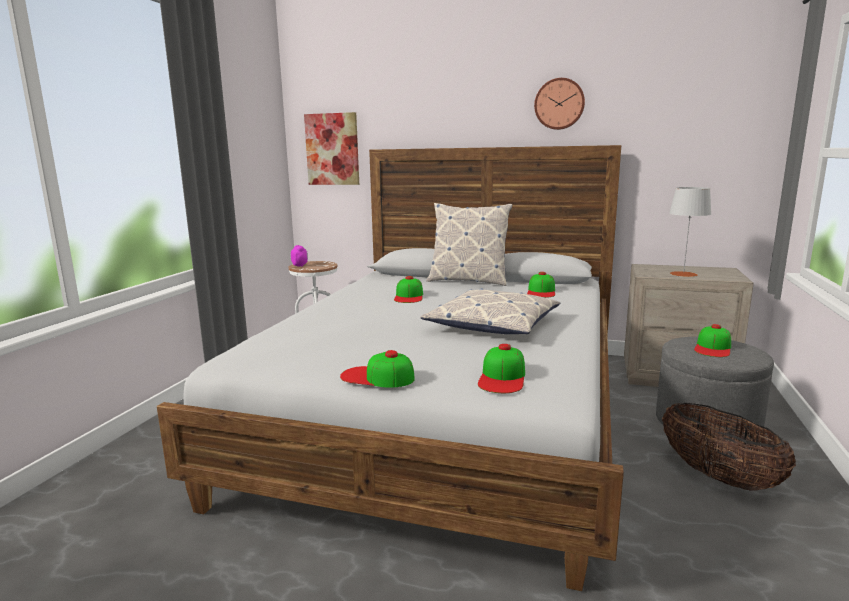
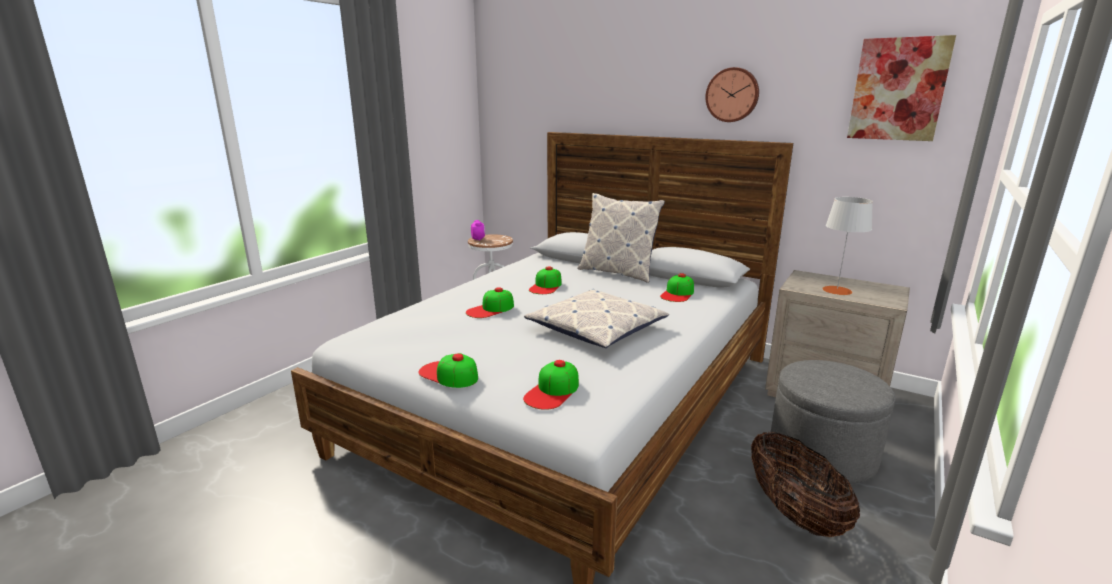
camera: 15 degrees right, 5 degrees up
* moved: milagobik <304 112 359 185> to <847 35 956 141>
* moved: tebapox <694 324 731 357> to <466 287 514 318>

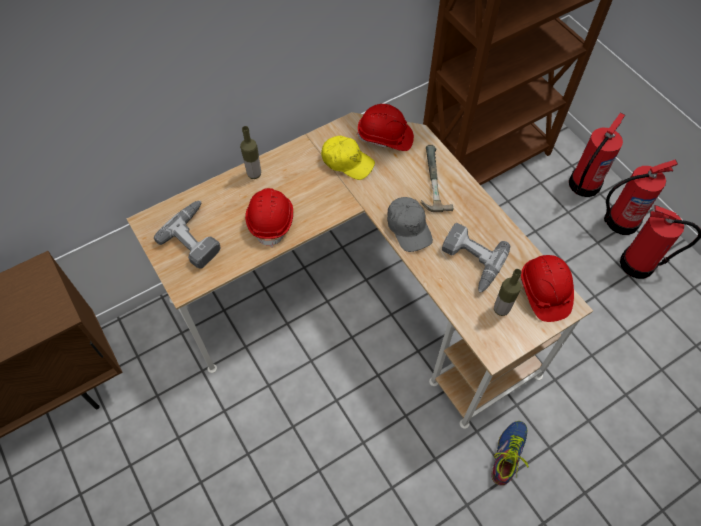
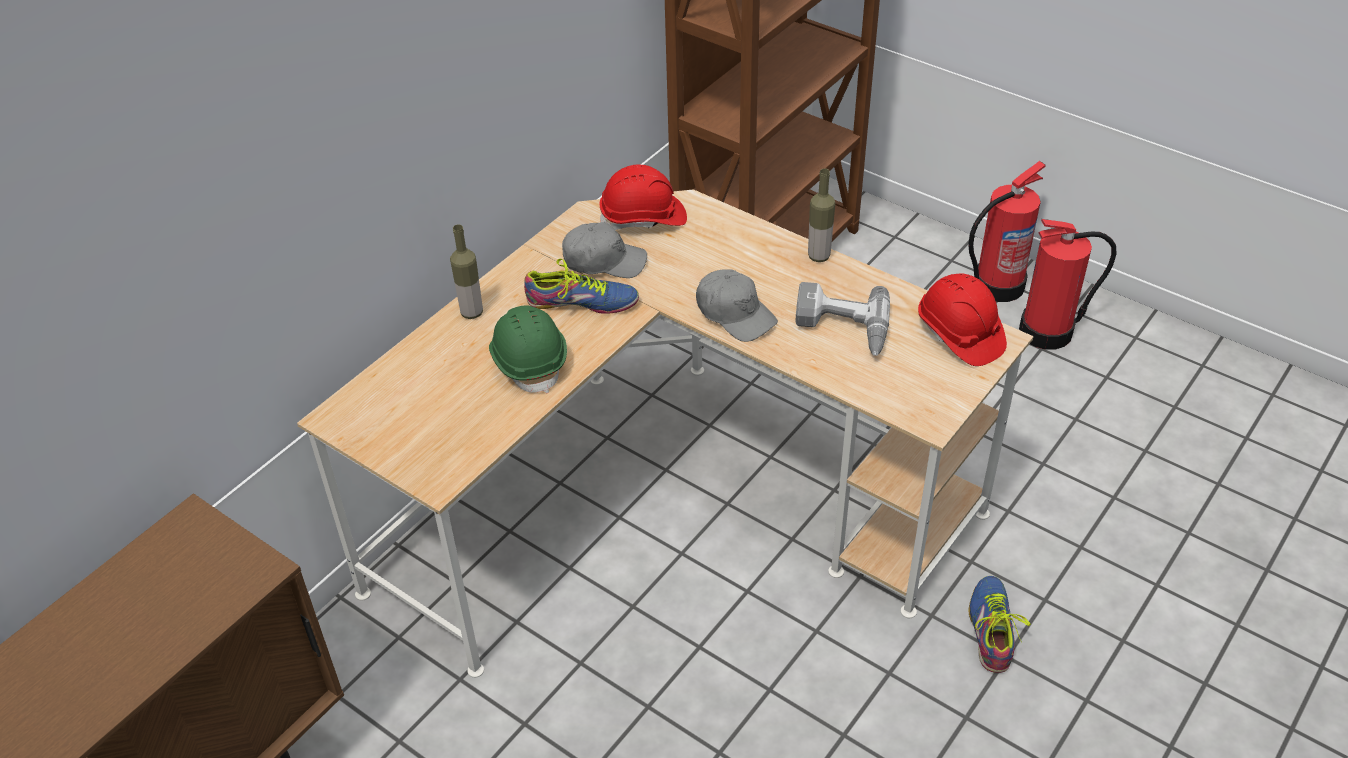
camera: 20 degrees left, 15 degrees down
* removed: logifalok <569 112 625 197>
* recoloured: yellow_tebapox <321 136 375 180> to grey_tebapox <562 222 647 278>
* removed: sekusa <421 145 453 212>
* recoloured: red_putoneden <245 188 293 247> to green_putoneden <489 305 567 394>
* removed: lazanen <154 201 221 269>
* moved: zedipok <494 269 522 316> to <808 169 835 262>
* added: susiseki <524 258 639 314>

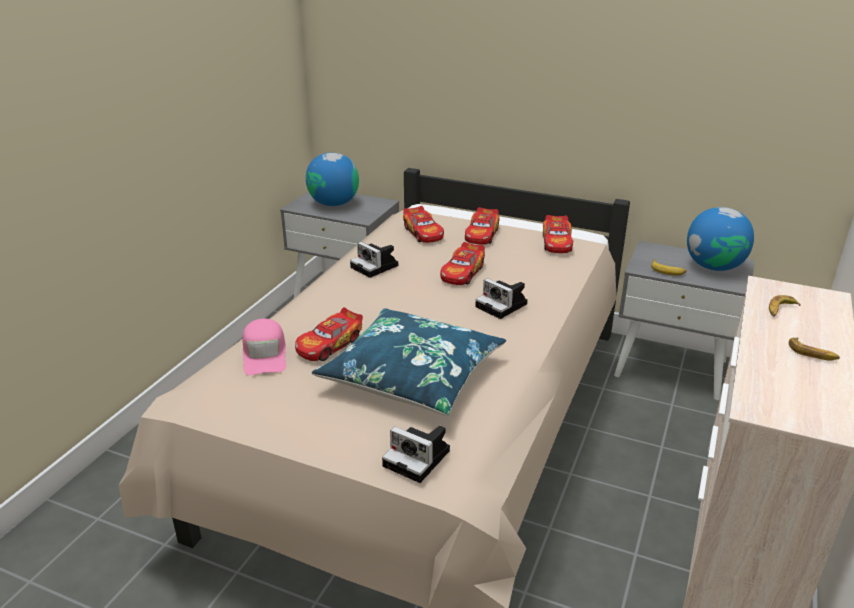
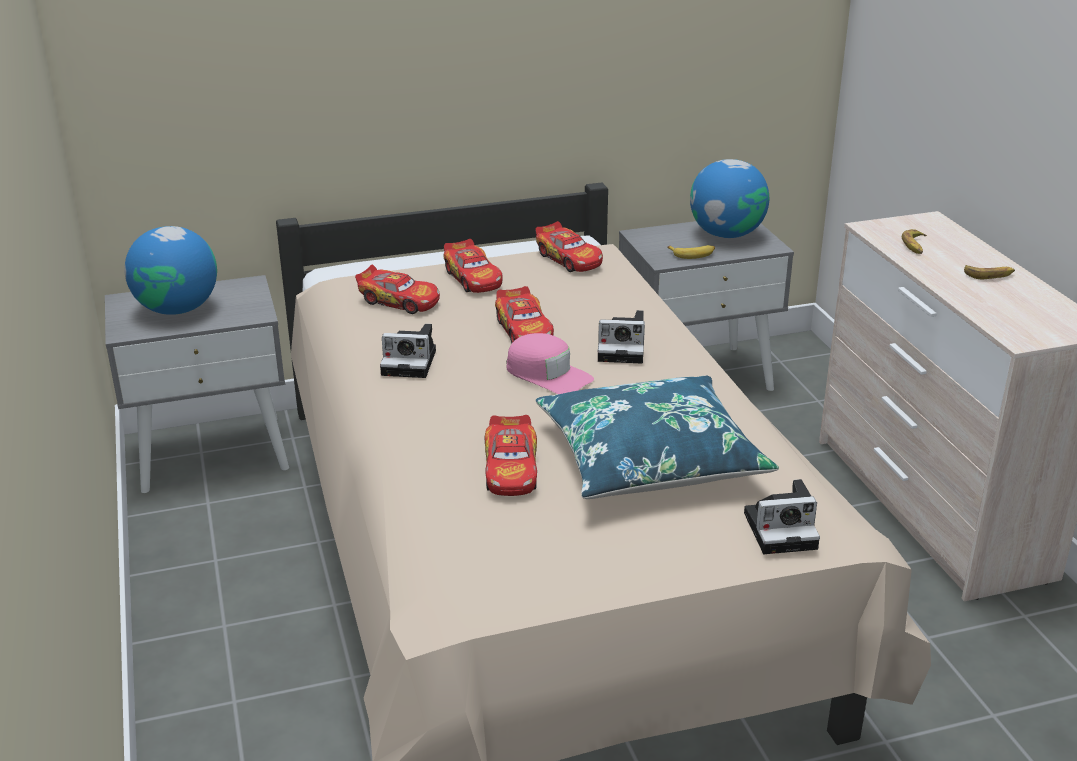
camera: 40 degrees left, 0 degrees up
* moved: pink_tebapox <242 319 286 375> to <506 333 594 394>

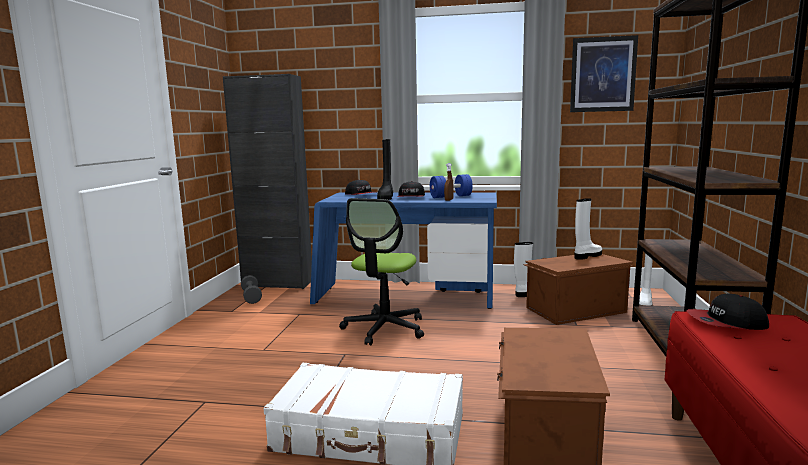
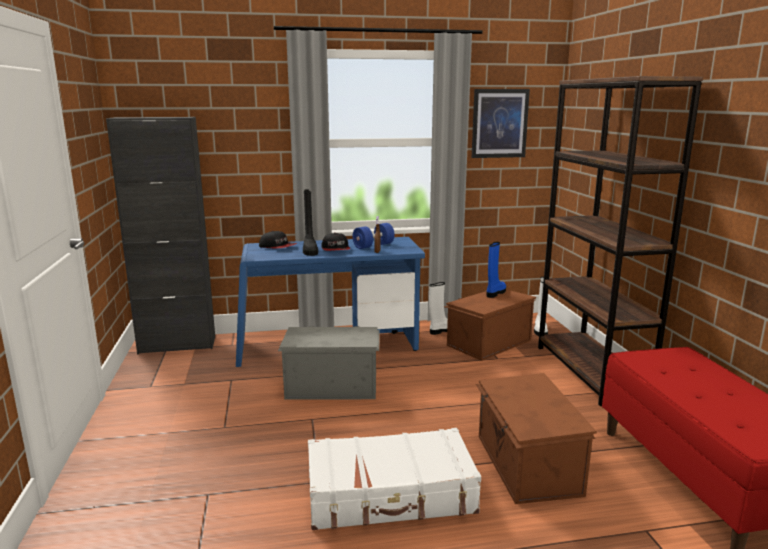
camera: 20 degrees left, 5 degrees up
* replaced: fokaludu <339 198 424 345> to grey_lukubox <278 326 379 400>
* recoloured: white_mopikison <574 198 602 260> to blue_mopikison <486 242 506 298>
* removed: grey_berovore <241 275 262 304>
* removed: tebapox <687 294 769 330>

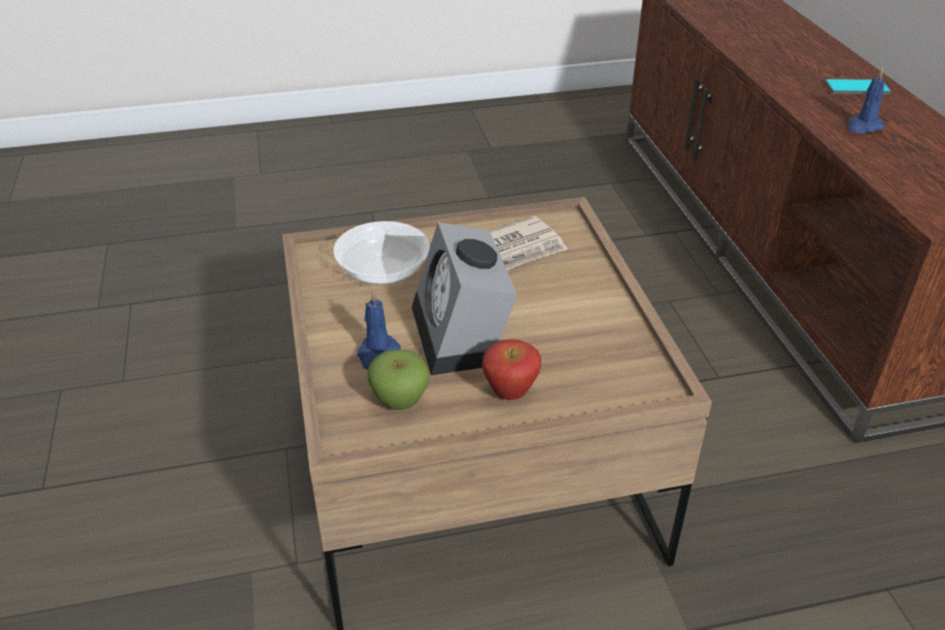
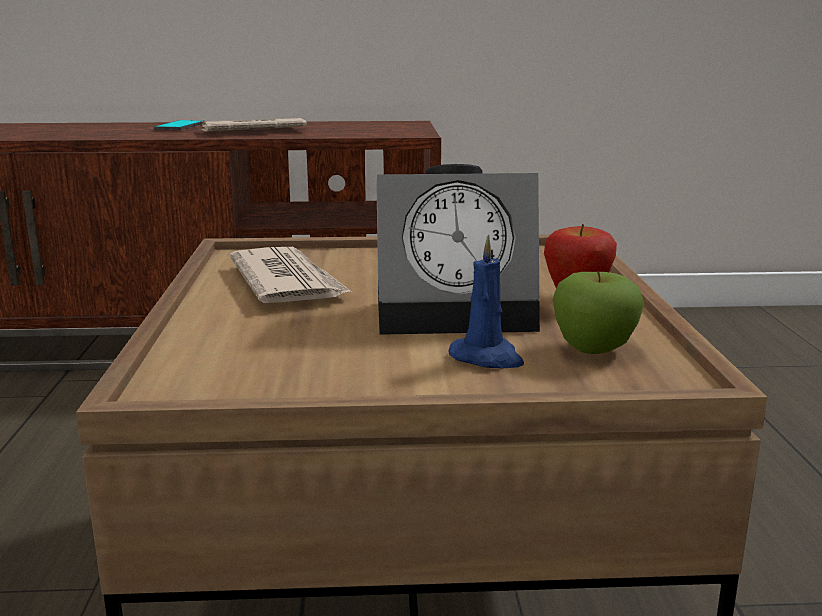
camera: 80 degrees left, 20 degrees down
* replaced: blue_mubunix <848 67 886 133> to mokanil <198 118 307 132>
* removed: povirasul <333 221 430 285>

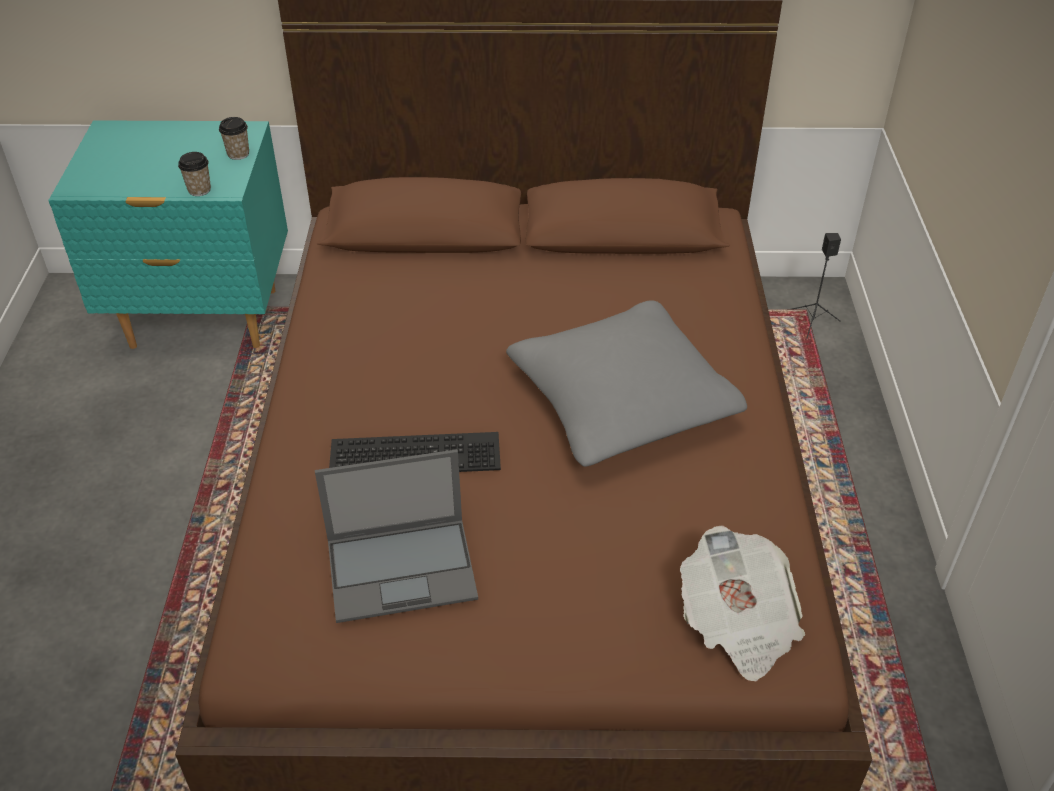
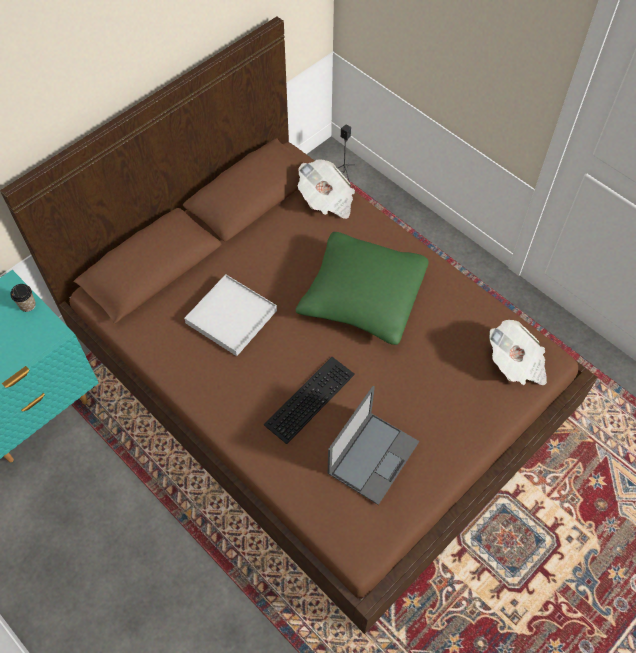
camera: 45 degrees left, 15 degrees up
* removed: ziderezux <178 152 211 196>
* recoloured: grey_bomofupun <506 301 747 467> to green_bomofupun <296 232 429 345>
* added: mokanil <298 159 355 219>
* added: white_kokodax <184 274 277 356>

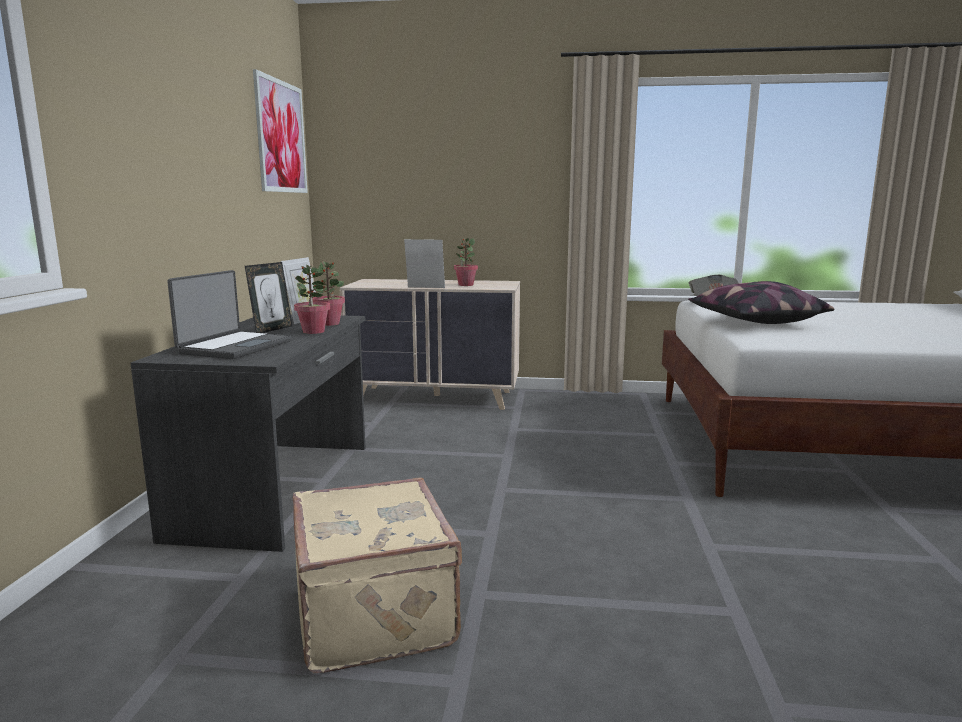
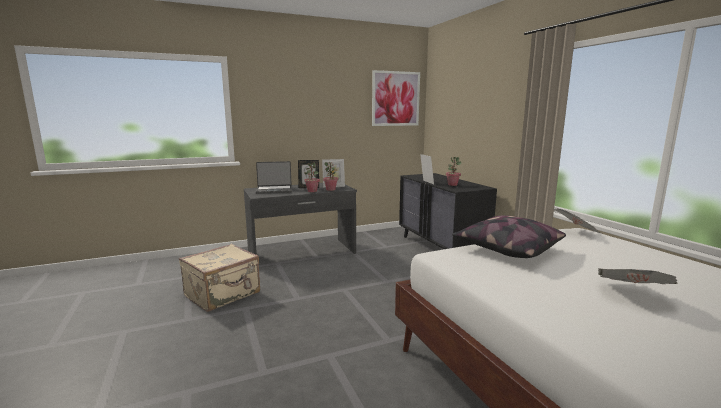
camera: 60 degrees right, 0 degrees up
* recoloured: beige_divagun <339 279 520 410> to black_divagun <399 173 497 249>
* added: mokanil <598 269 677 284>

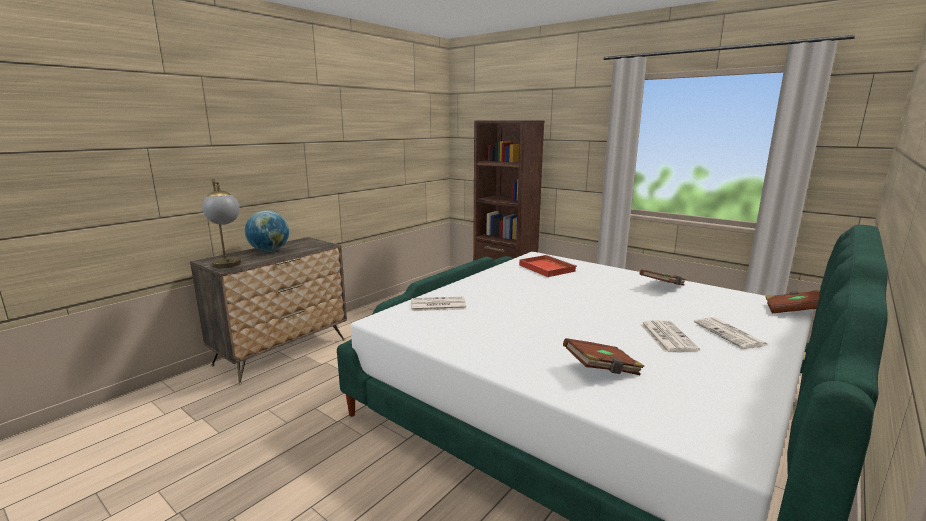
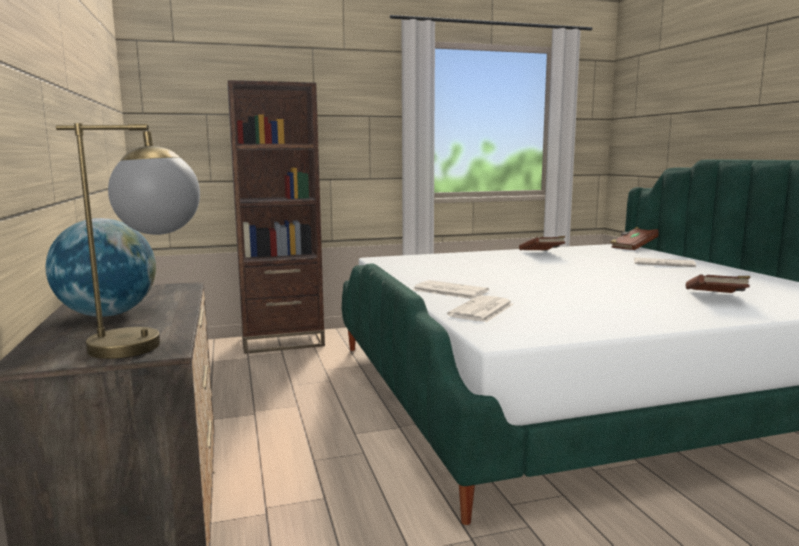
camera: 55 degrees left, 5 degrees down
* removed: red_kokodax <519 255 577 277>
* moved: mokanil <640 320 700 352> to <413 280 489 299>

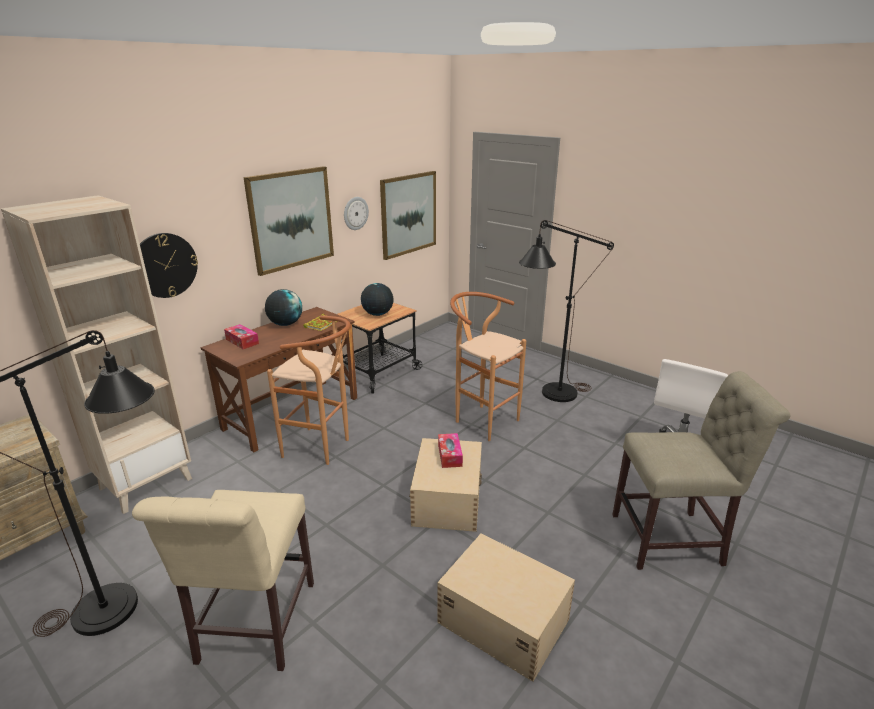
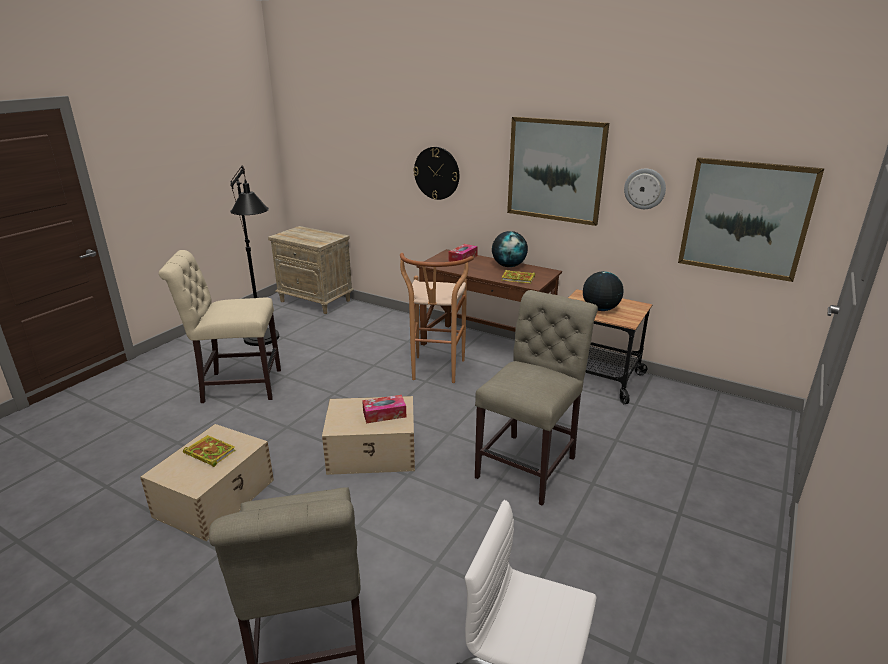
camera: 80 degrees right, 0 degrees up
* removed: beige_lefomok <1 195 192 514>
* removed: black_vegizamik <519 220 614 402>
* replaced: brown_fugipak <450 292 526 441> to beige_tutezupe <475 290 598 506>
* added: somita <183 435 236 467>

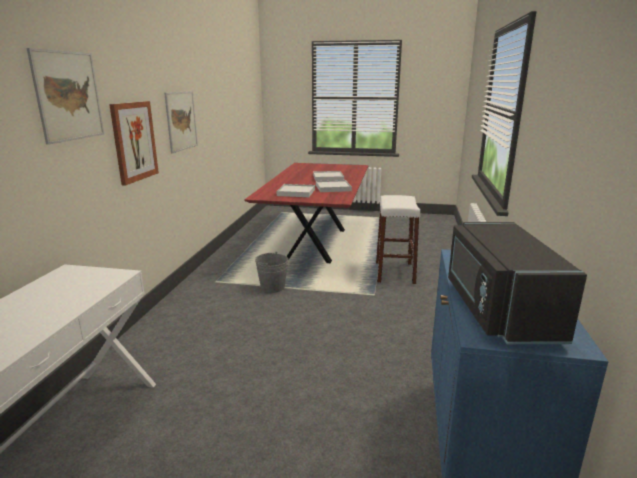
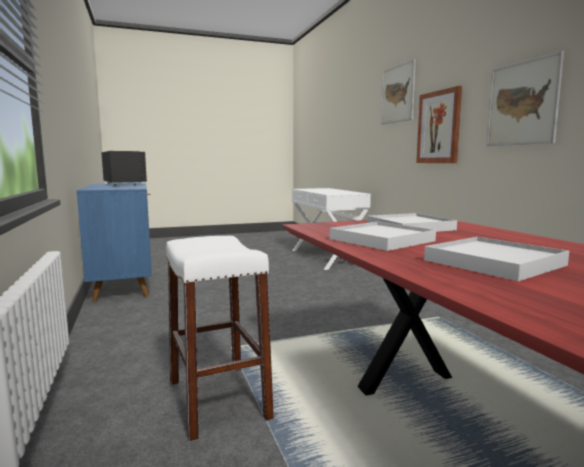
camera: 150 degrees right, 10 degrees down
* removed: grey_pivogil <255 252 288 293>

